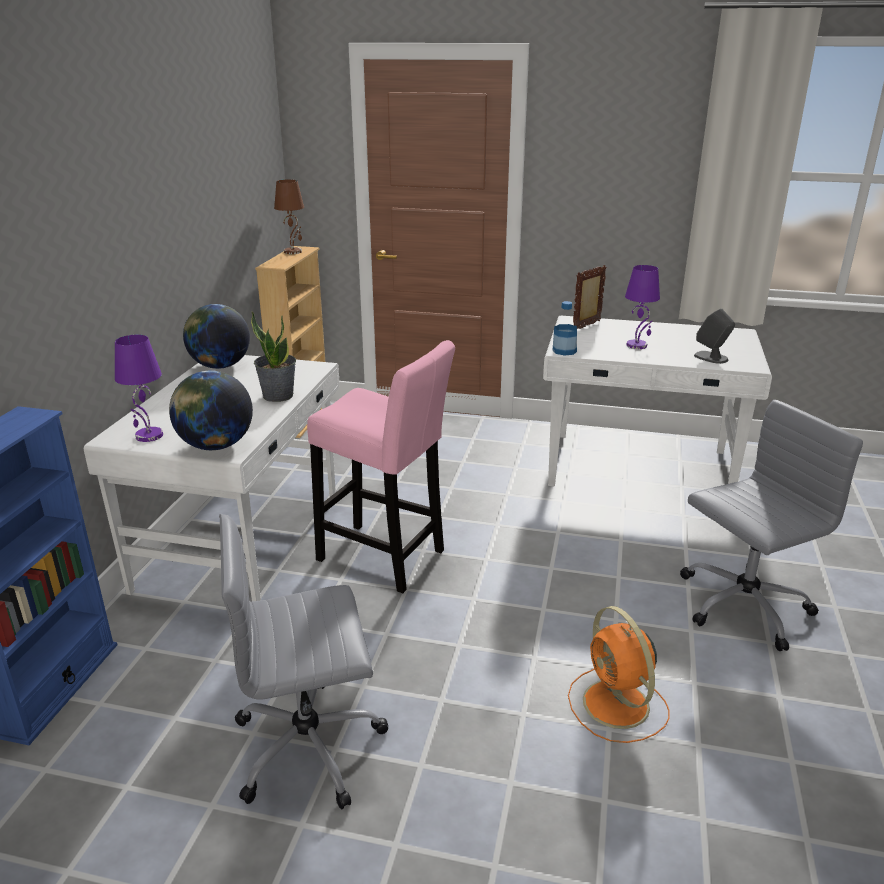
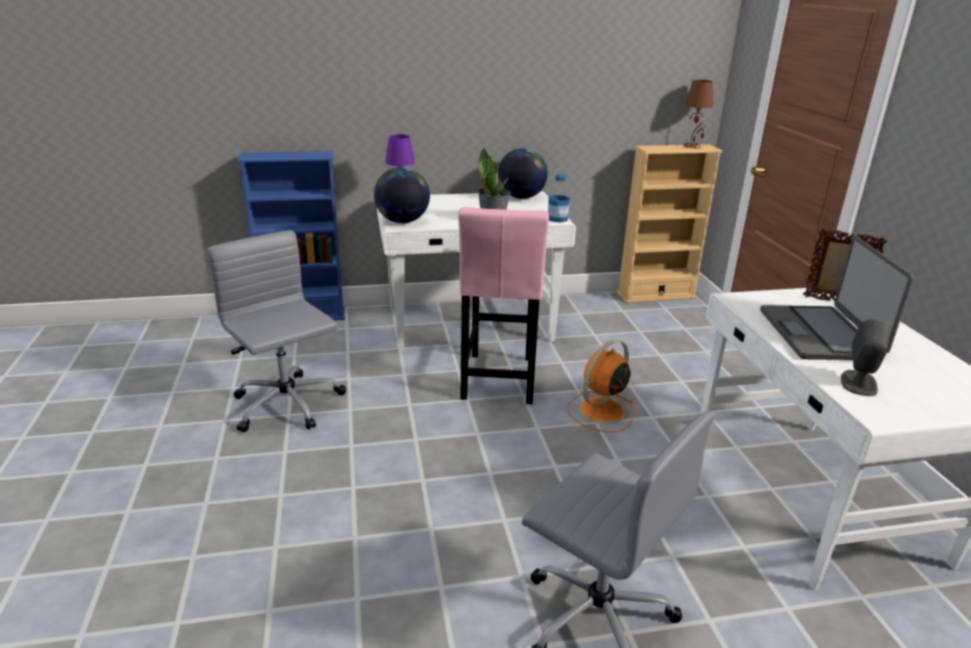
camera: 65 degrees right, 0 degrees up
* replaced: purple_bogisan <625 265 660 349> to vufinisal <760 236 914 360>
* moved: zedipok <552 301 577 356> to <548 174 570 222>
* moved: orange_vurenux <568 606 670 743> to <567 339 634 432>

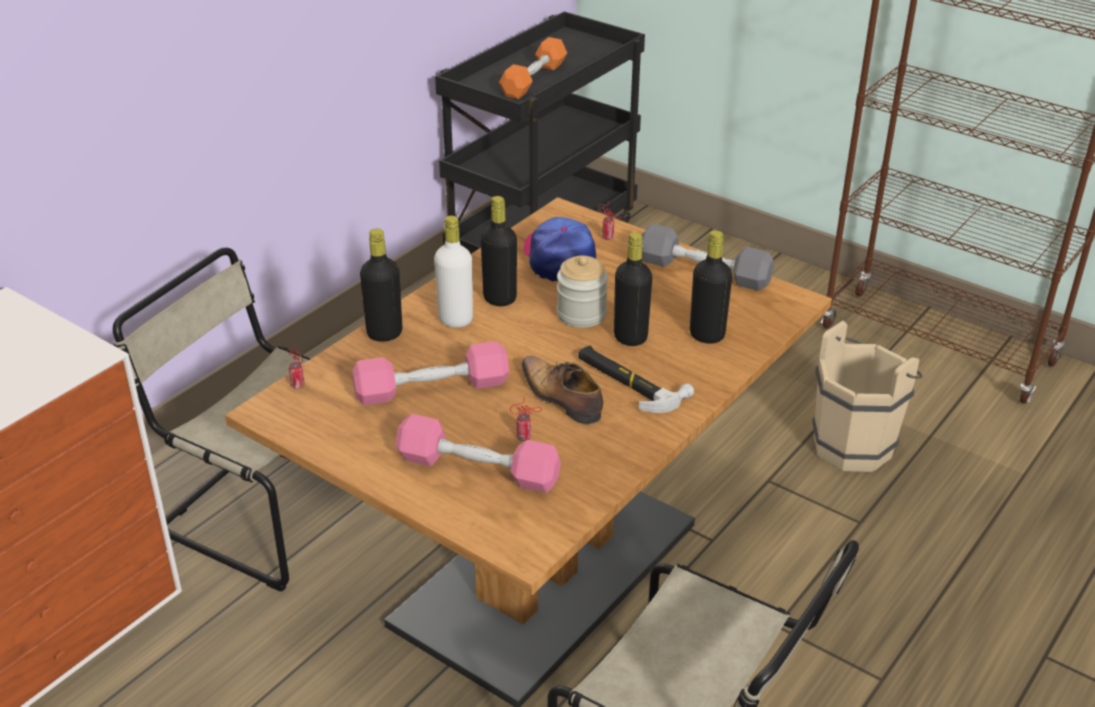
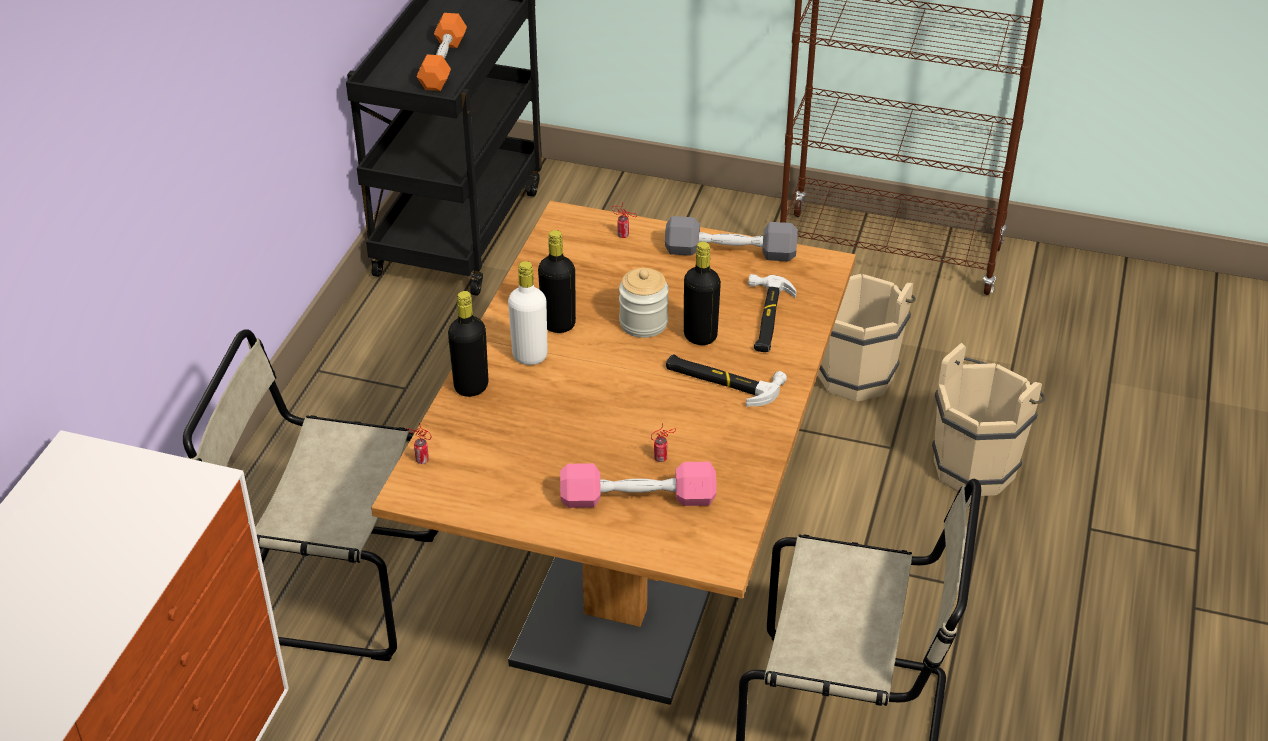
camera: 20 degrees left, 5 degrees up
* removed: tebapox <523 217 596 281>
* replaced: black_zedipok <690 230 732 344> to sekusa <748 274 797 352>
* removed: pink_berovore <352 341 509 406>
* removed: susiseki <522 356 603 424>
* added: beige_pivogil <932 343 1045 496>

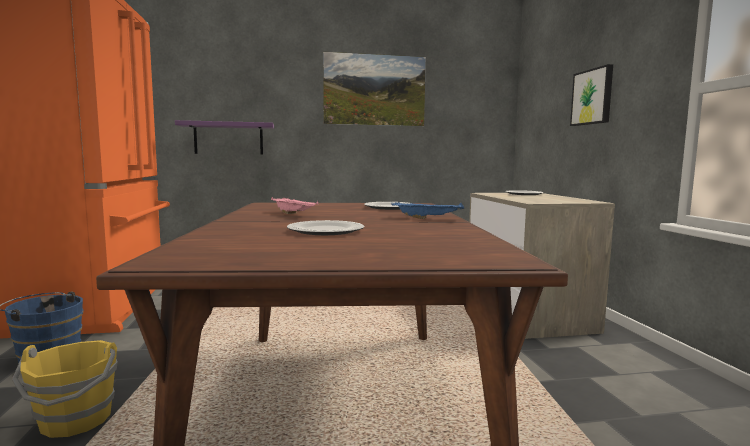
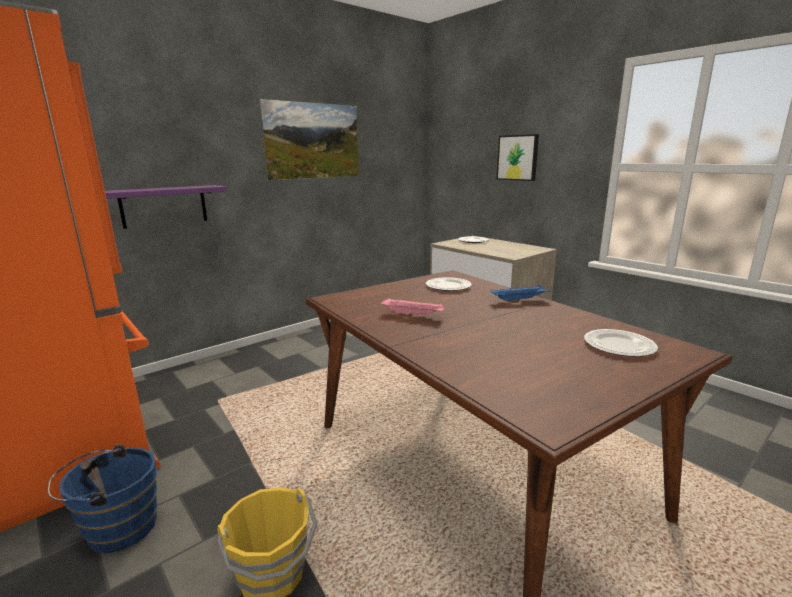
camera: 30 degrees left, 10 degrees up
* moved: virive <287 220 365 235> to <584 329 658 357>

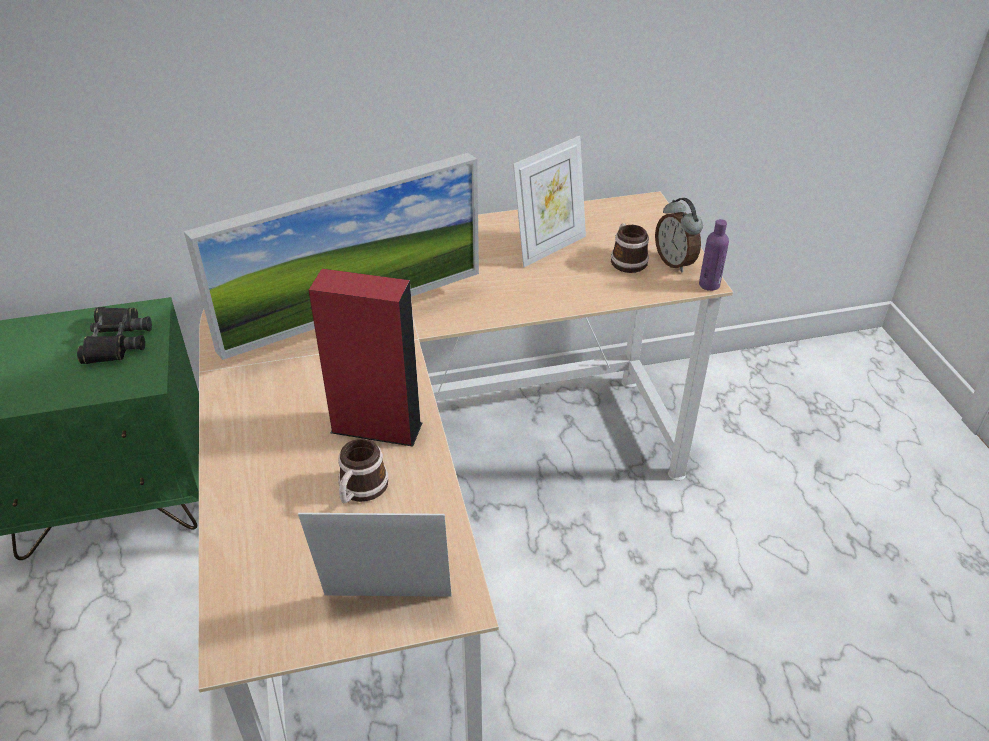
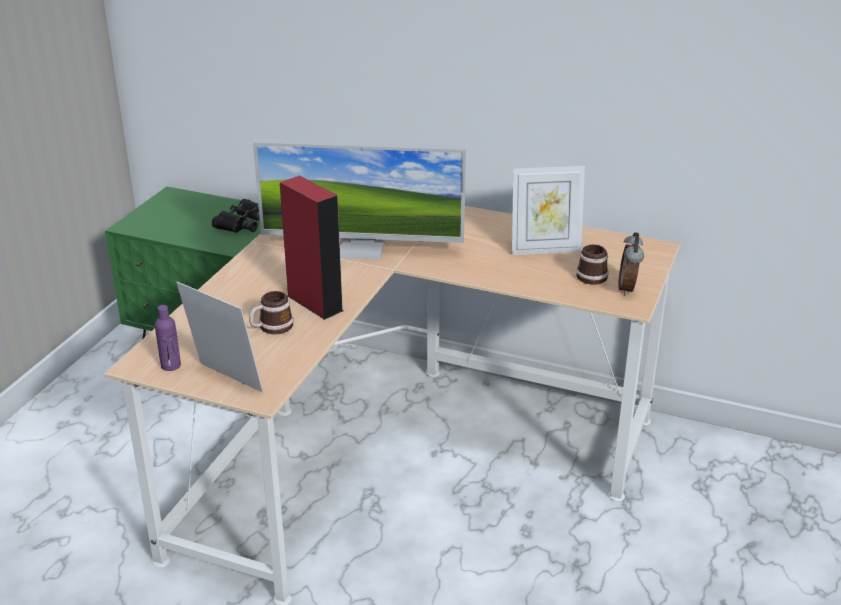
camera: 35 degrees right, 10 degrees down
* moved: purple_zedipok <699 219 729 291> to <155 305 181 371>

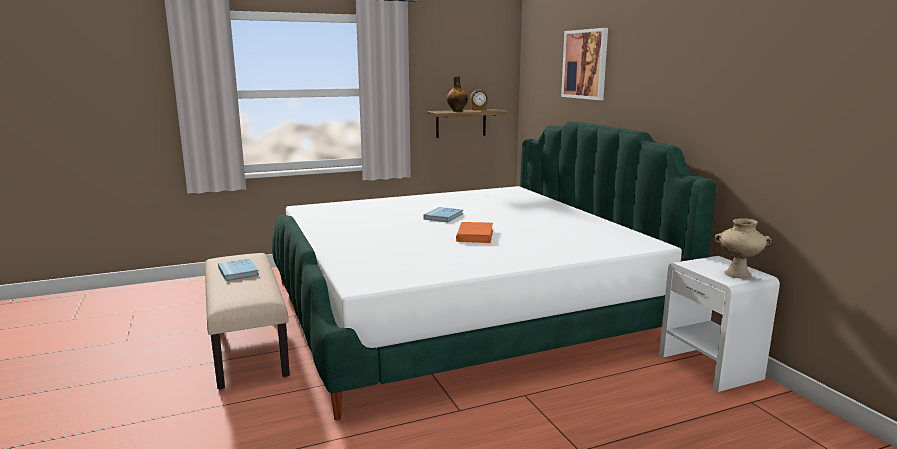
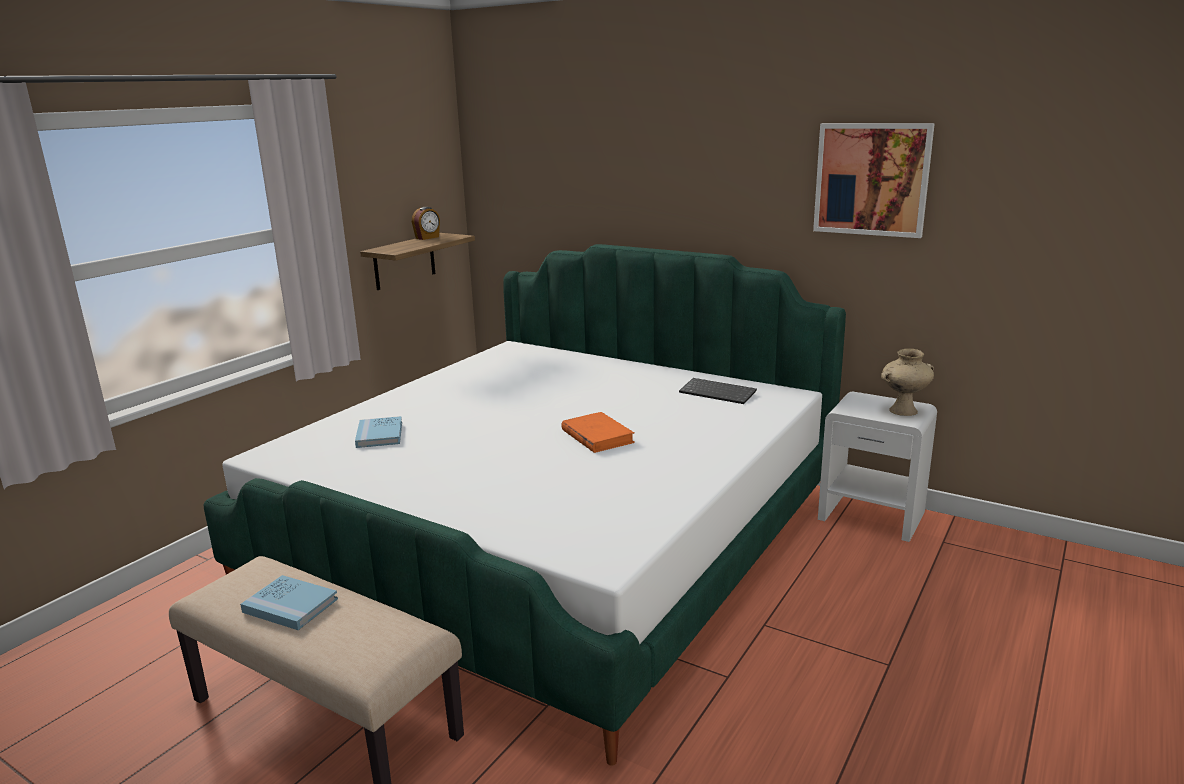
camera: 35 degrees left, 5 degrees up
* moved: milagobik <561 28 608 100> to <813 123 935 238>
* removed: zedipok <447 76 468 112>
* moved: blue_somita <423 207 463 222> to <355 416 402 448>
* added: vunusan <679 378 757 404>

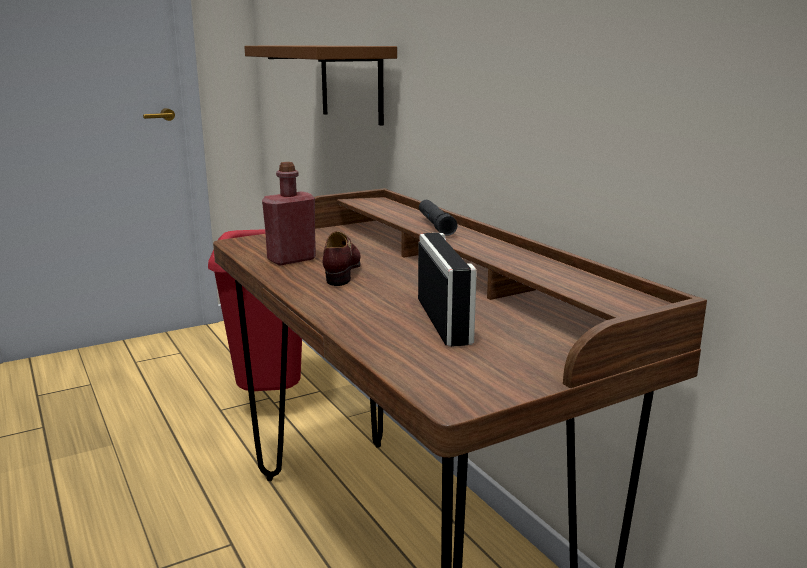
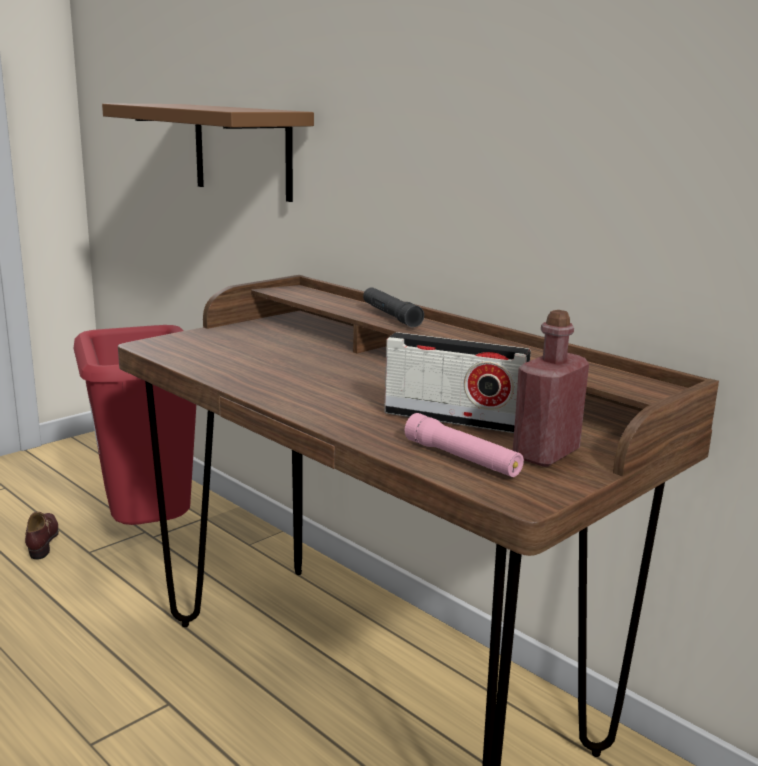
camera: 15 degrees left, 0 degrees up
* moved: red_zedipok <262 162 316 265> to <513 310 589 467>
* moved: brown_susiseki <323 231 361 286> to <25 512 59 560>
* turned: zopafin <418 233 477 347> = <384 332 531 433> 135 degrees clockwise
* added: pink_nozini <405 413 524 477>

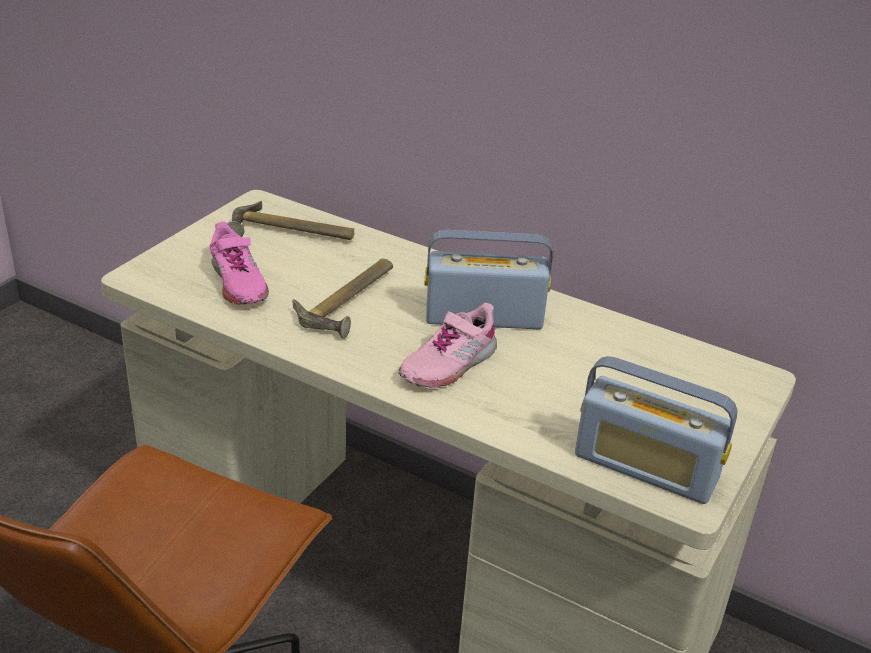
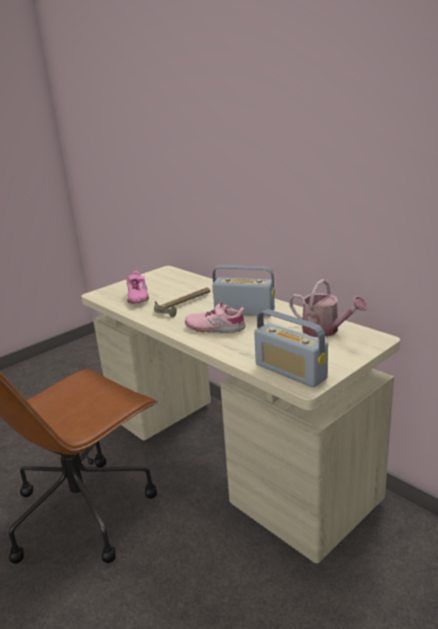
camera: 20 degrees right, 10 degrees down
* removed: sekusa <228 201 354 240>
* turned: pink_susiseki <398 303 497 388> = <185 302 246 333> 45 degrees clockwise
* added: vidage <289 279 368 337>

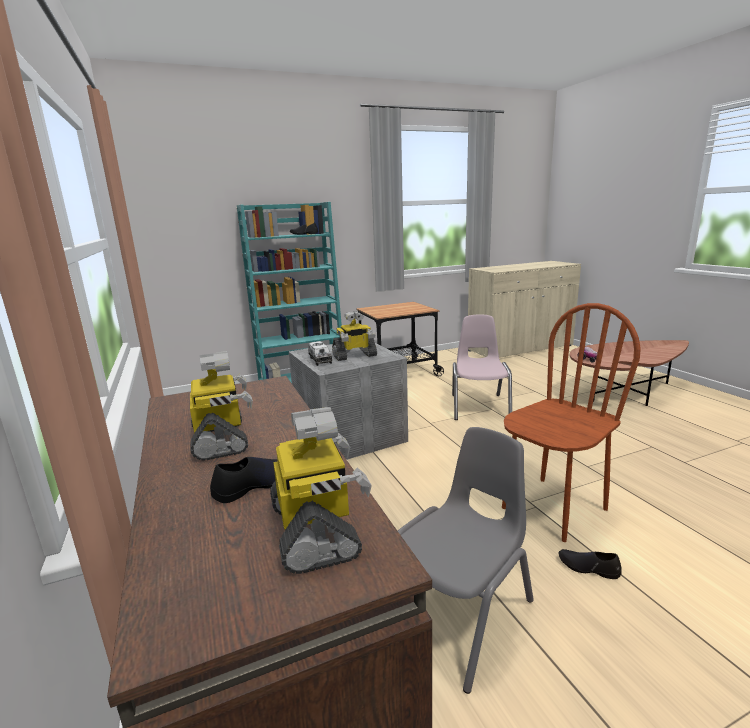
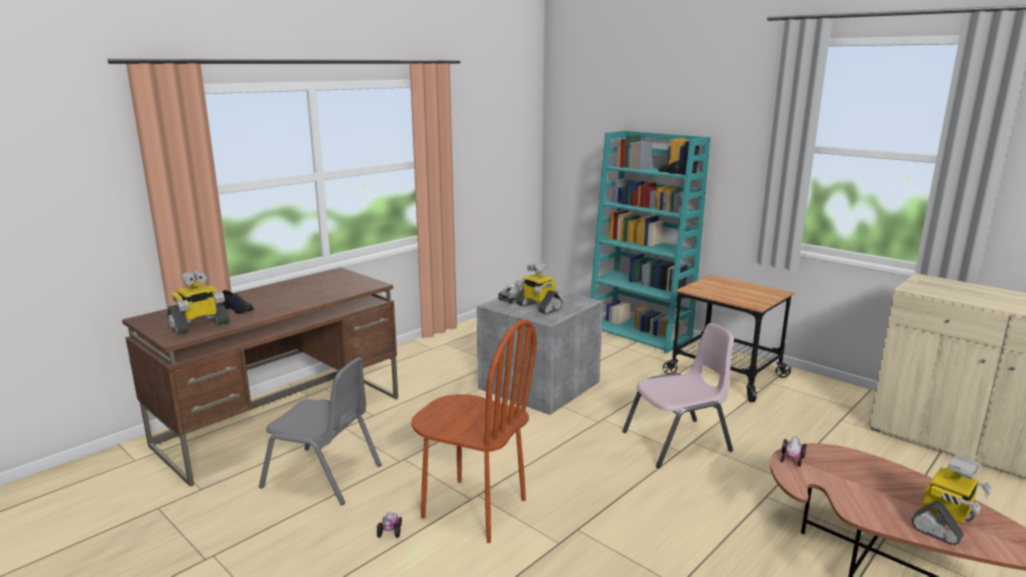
camera: 65 degrees right, 0 degrees up
* moved: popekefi <190 351 253 461> to <911 455 992 546>
* replaced: black_susiseki <558 549 621 579> to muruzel <377 512 402 538>

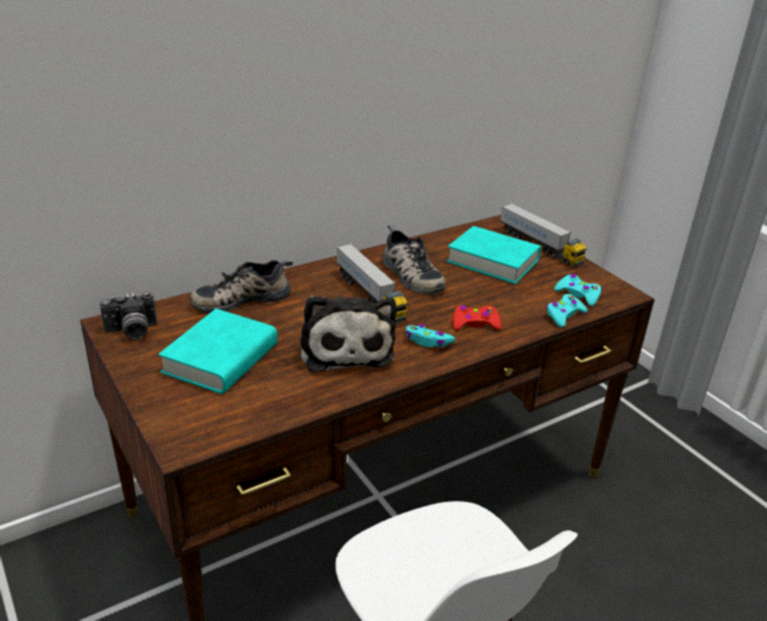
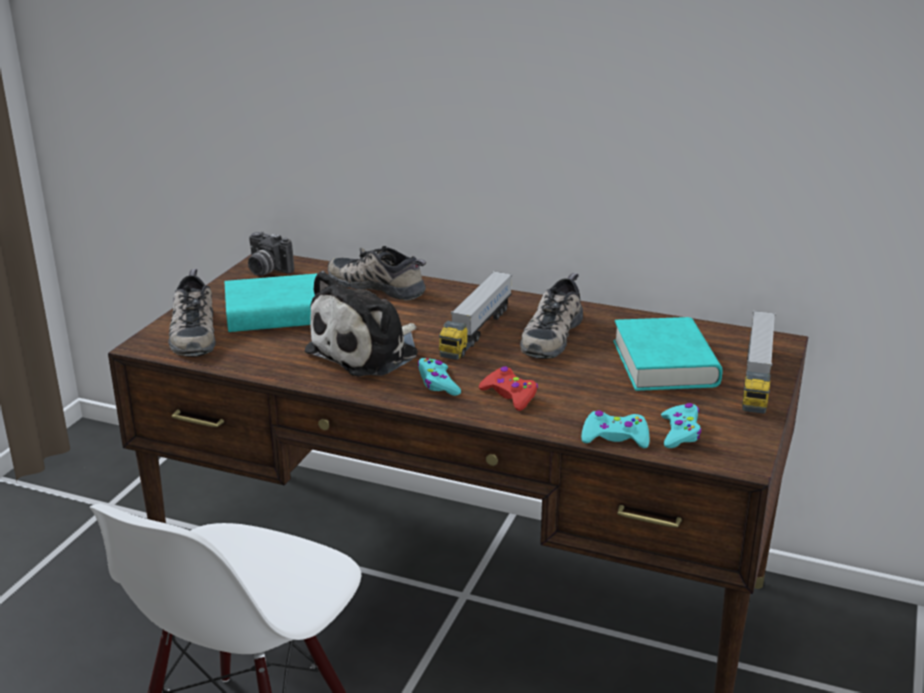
camera: 55 degrees right, 5 degrees down
* added: susiseki <169 269 216 357>

